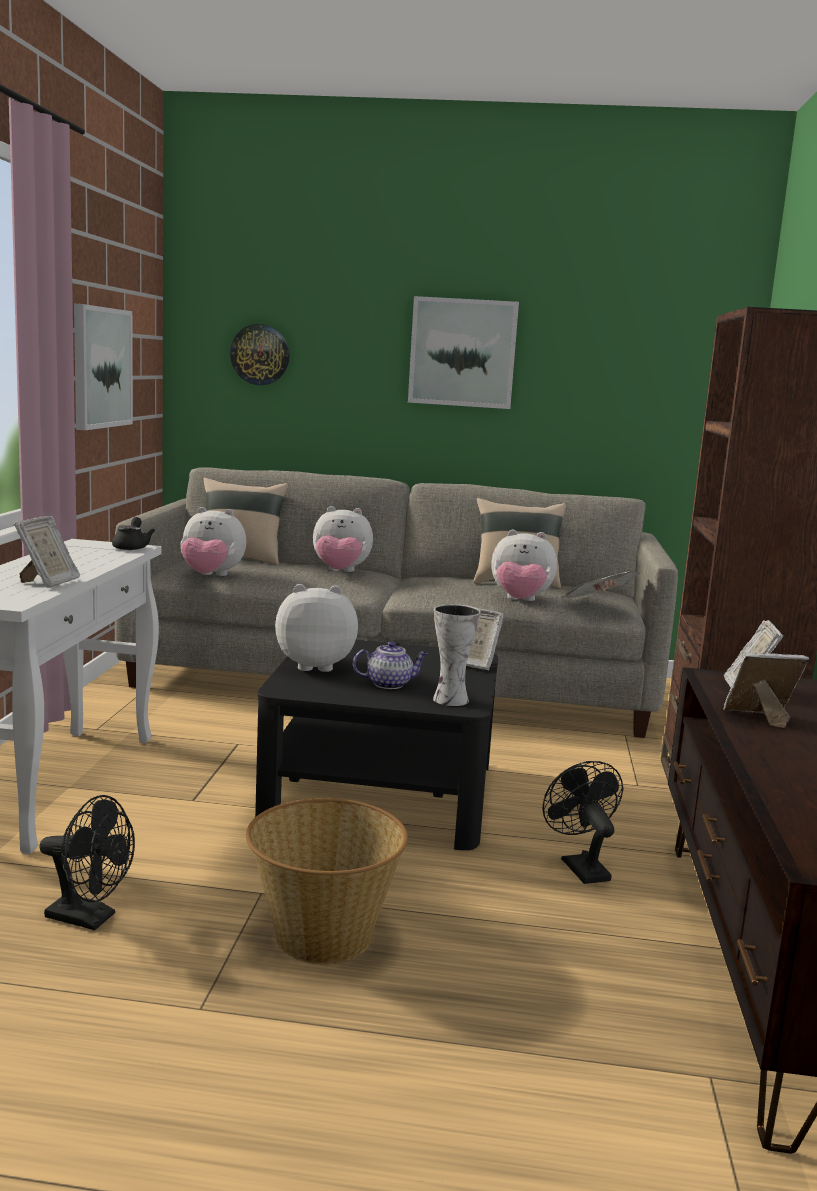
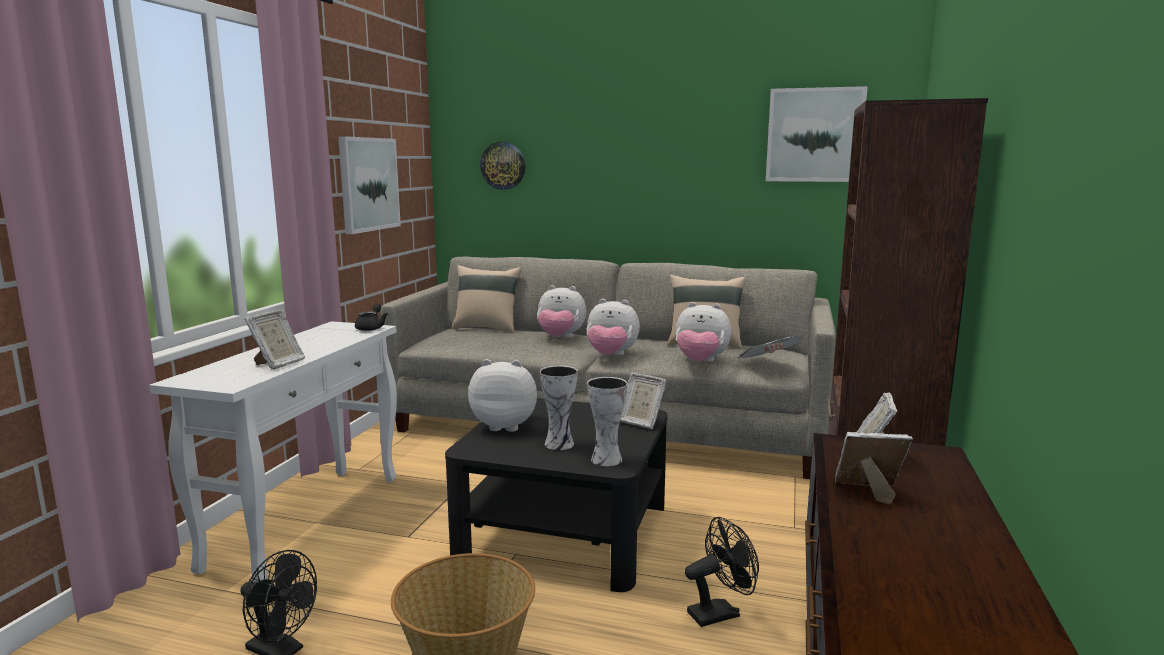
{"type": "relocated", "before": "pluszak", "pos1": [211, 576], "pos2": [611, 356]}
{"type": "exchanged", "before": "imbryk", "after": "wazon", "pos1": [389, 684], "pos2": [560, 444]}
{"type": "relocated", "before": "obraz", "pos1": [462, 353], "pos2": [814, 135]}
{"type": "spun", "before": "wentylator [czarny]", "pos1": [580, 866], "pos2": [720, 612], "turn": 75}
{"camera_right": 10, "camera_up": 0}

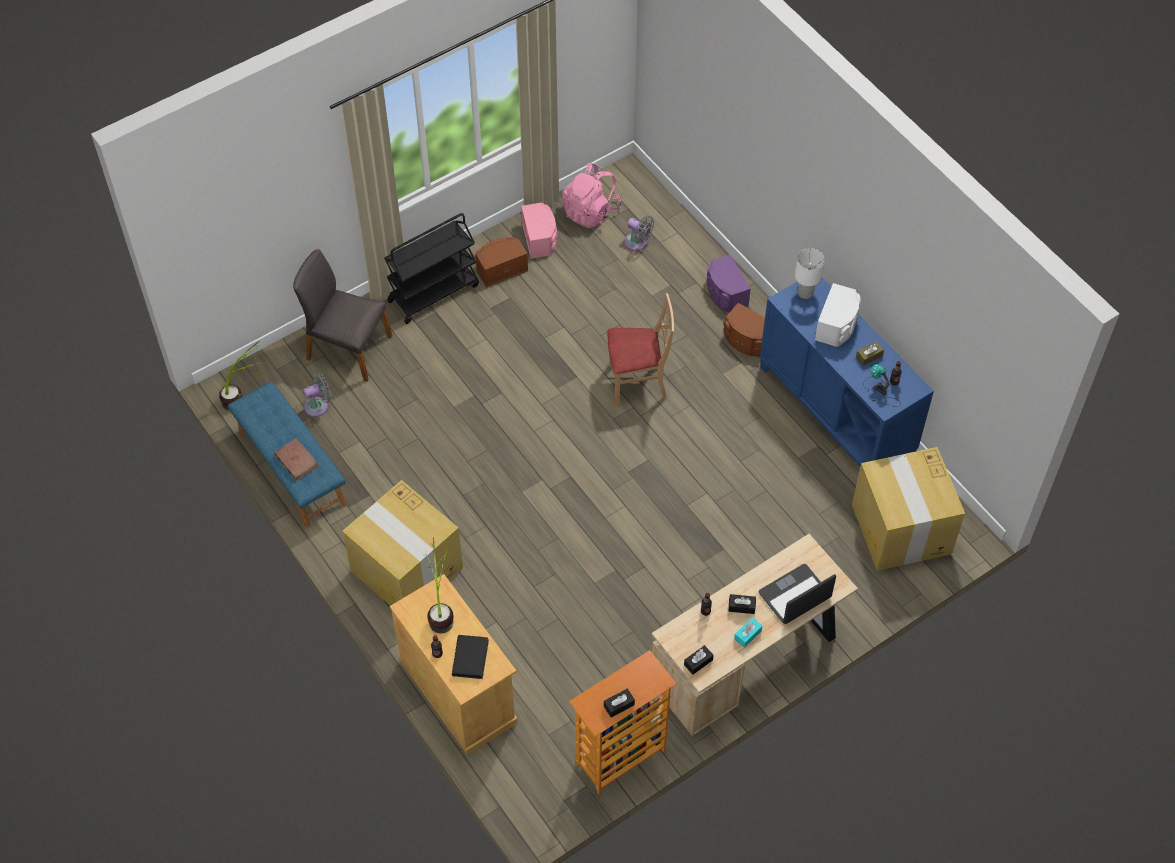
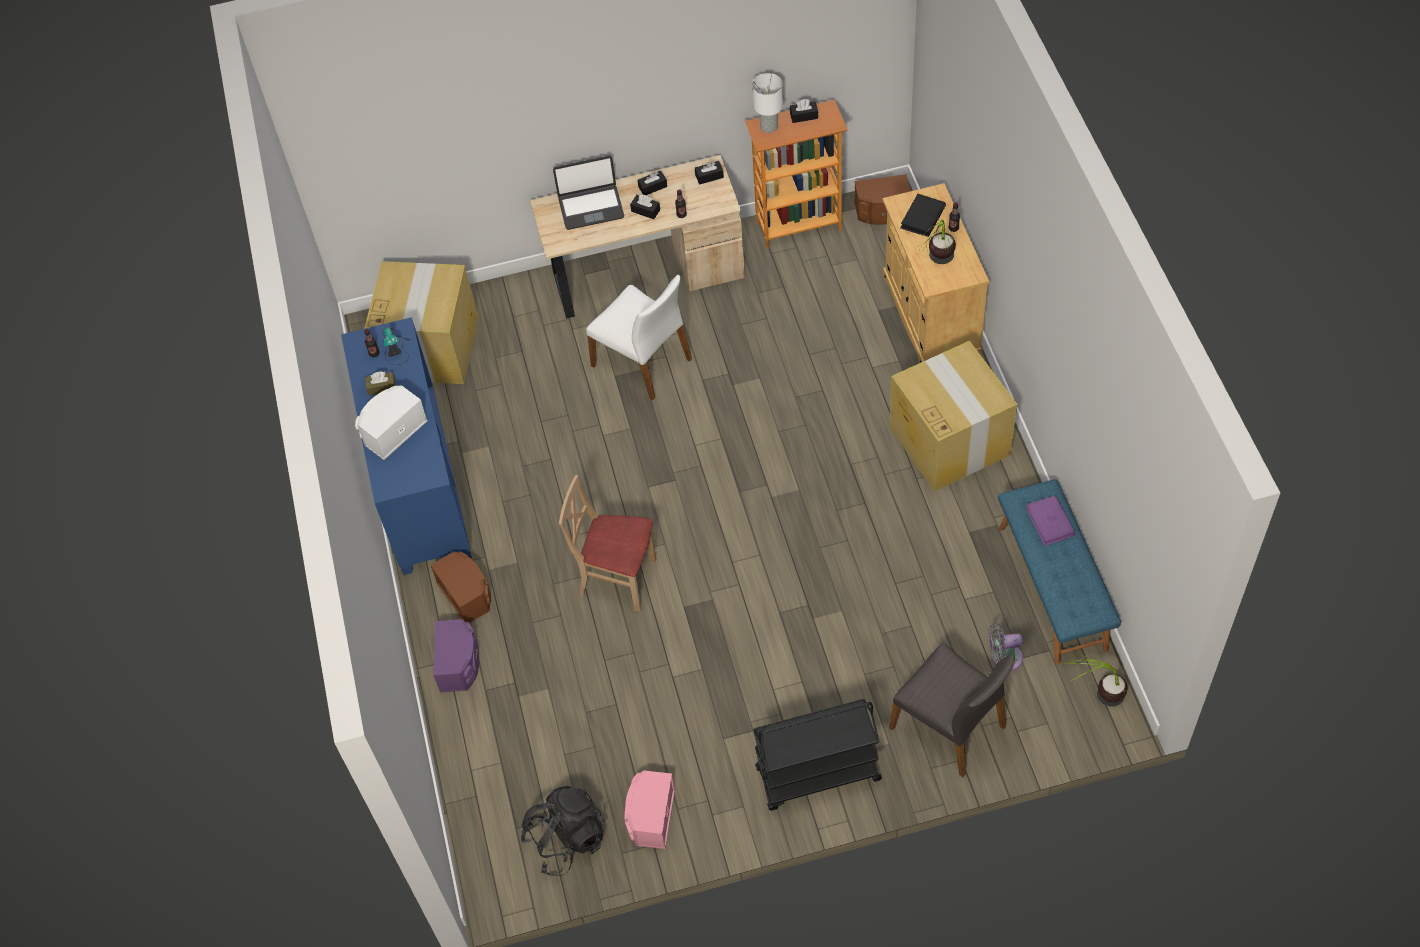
{"type": "colour", "before": "książka [brązowy]", "after": "książka [fioletowy]", "pos1": [296, 460], "pos2": [1050, 522]}
{"type": "relocated", "before": "głośnik [brązowy]", "pos1": [501, 269], "pos2": [882, 211]}
{"type": "colour", "before": "plecak [różowy]", "after": "plecak [czarny]", "pos1": [591, 211], "pos2": [566, 839]}
{"type": "missing", "before": "wentylator [szary]", "pos1": [637, 243]}
{"type": "colour", "before": "pudełko chusteczek [turkusowy]", "after": "pudełko chusteczek [czarny]", "pos1": [747, 635], "pos2": [652, 187]}
{"type": "relocated", "before": "lampa stołowa [biały]", "pos1": [805, 292], "pos2": [768, 127]}
{"type": "appeared", "after": "krzesło [biały]", "pos2": [643, 362]}
{"camera_right": -155, "camera_up": 0}

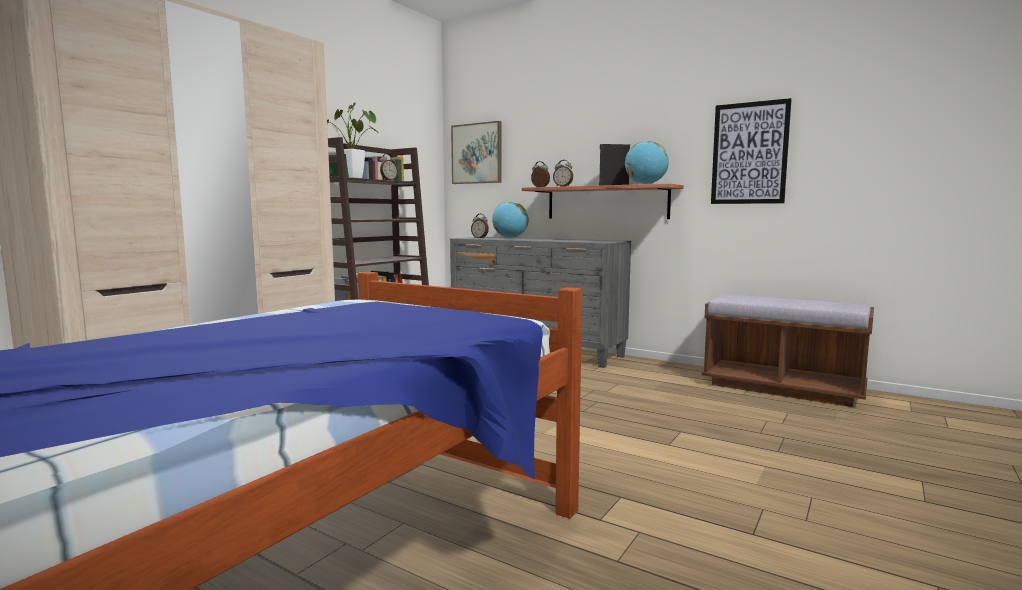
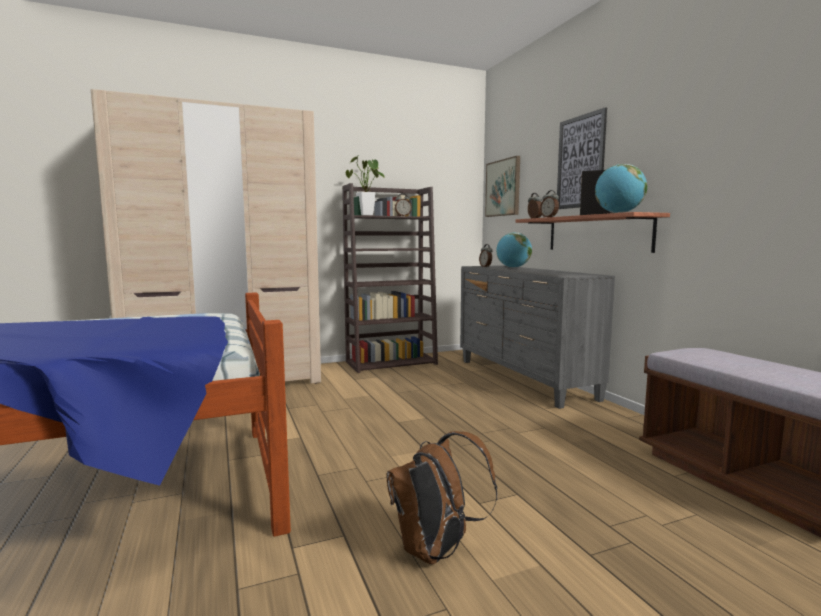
{"type": "relocated", "before": "obraz", "pos1": [749, 153], "pos2": [580, 162]}
{"type": "appeared", "after": "plecak [brązowy]", "pos2": [436, 551]}
{"camera_right": 35, "camera_up": 0}

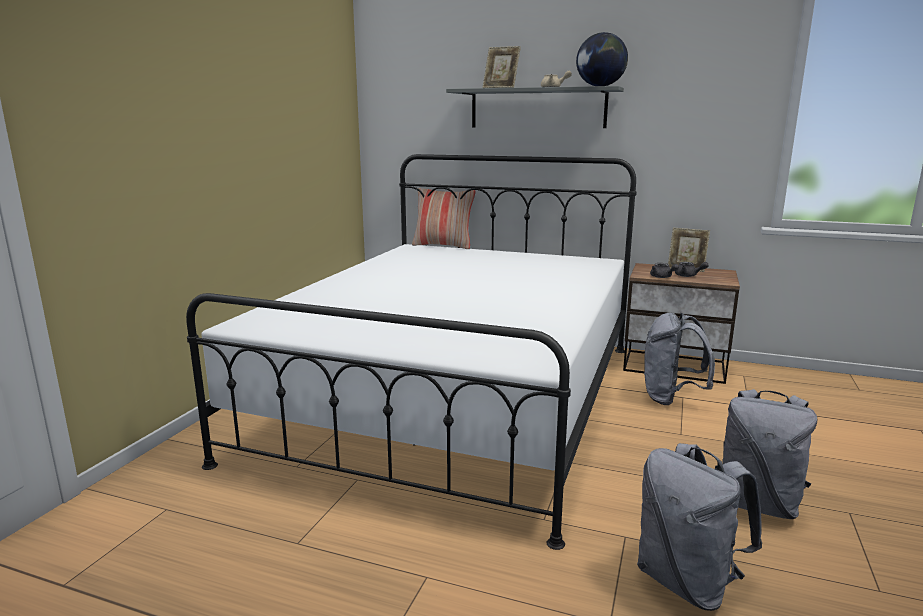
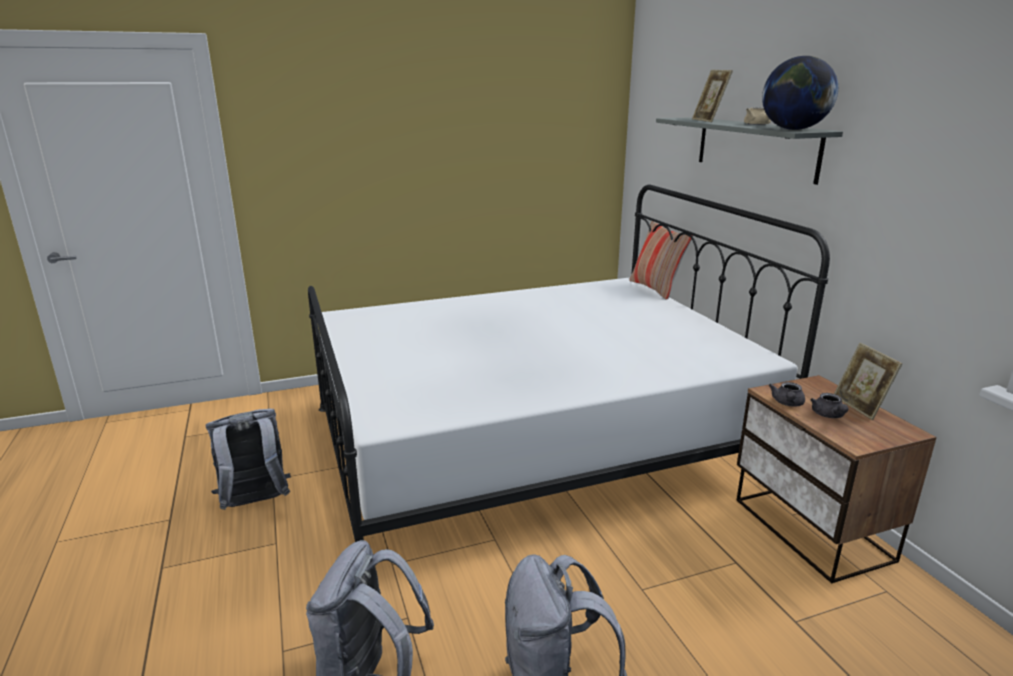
{"type": "relocated", "before": "plecak [szary]", "pos1": [671, 398], "pos2": [255, 504]}
{"camera_right": 50, "camera_up": 5}

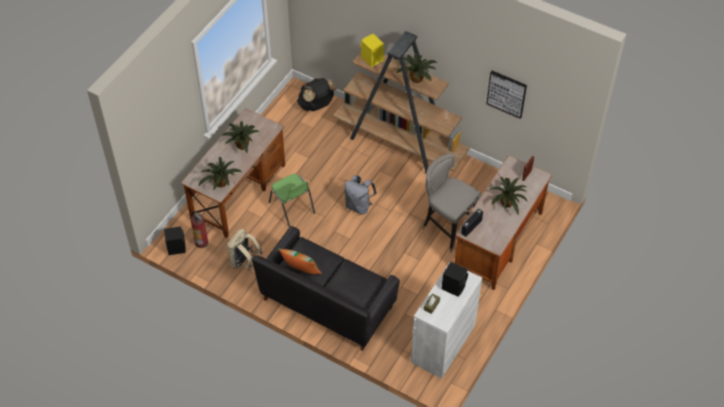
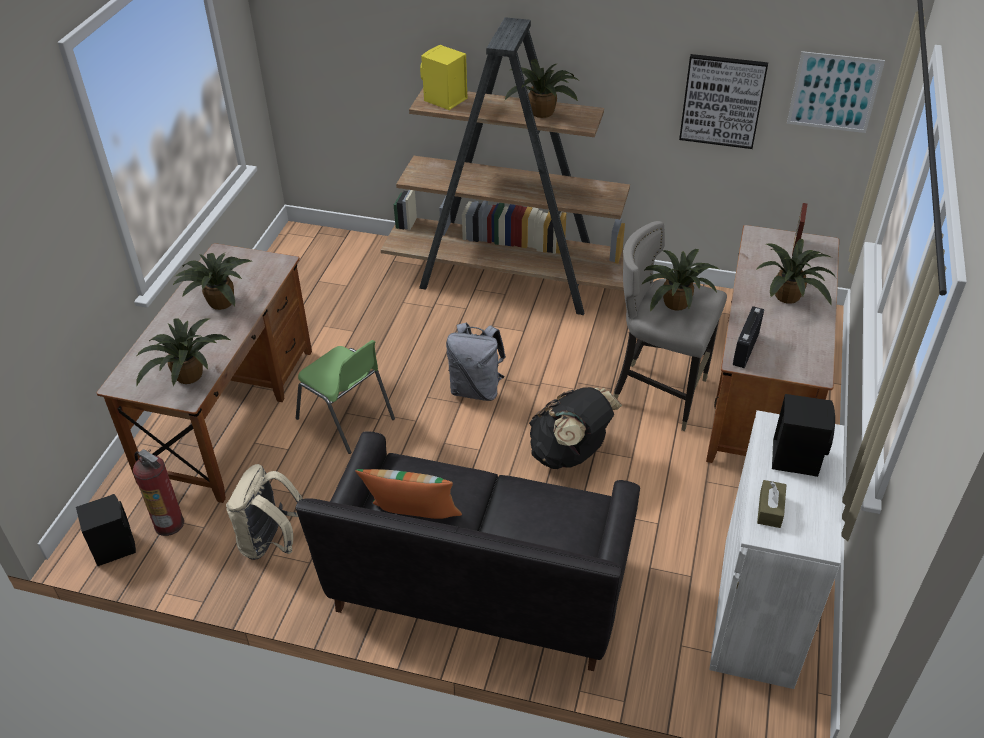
{"type": "relocated", "before": "plecak [czarny]", "pos1": [316, 105], "pos2": [570, 453]}
{"type": "appeared", "after": "roślina doniczkowa", "pos2": [676, 304]}
{"type": "appeared", "after": "obraz", "pos2": [834, 92]}
{"camera_right": -15, "camera_up": -10}

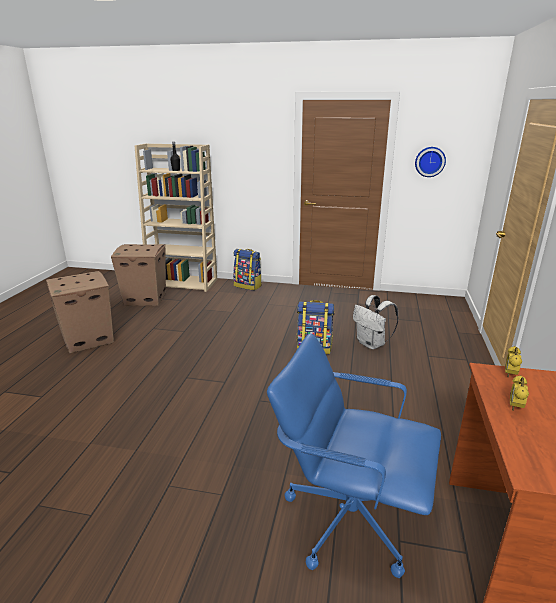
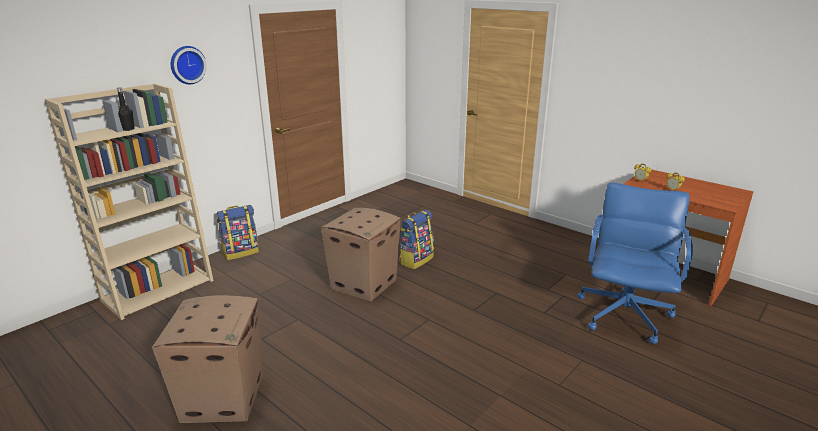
{"type": "relocated", "before": "karton", "pos1": [146, 298], "pos2": [364, 284]}
{"type": "spun", "before": "krzesło biurowe [niebieski]", "pos1": [348, 517], "pos2": [625, 314], "turn": 150}
{"type": "missing", "before": "plecak [biały]", "pos1": [372, 344]}
{"type": "relocated", "before": "zegar ścienny", "pos1": [430, 161], "pos2": [187, 64]}
{"camera_right": -60, "camera_up": 0}

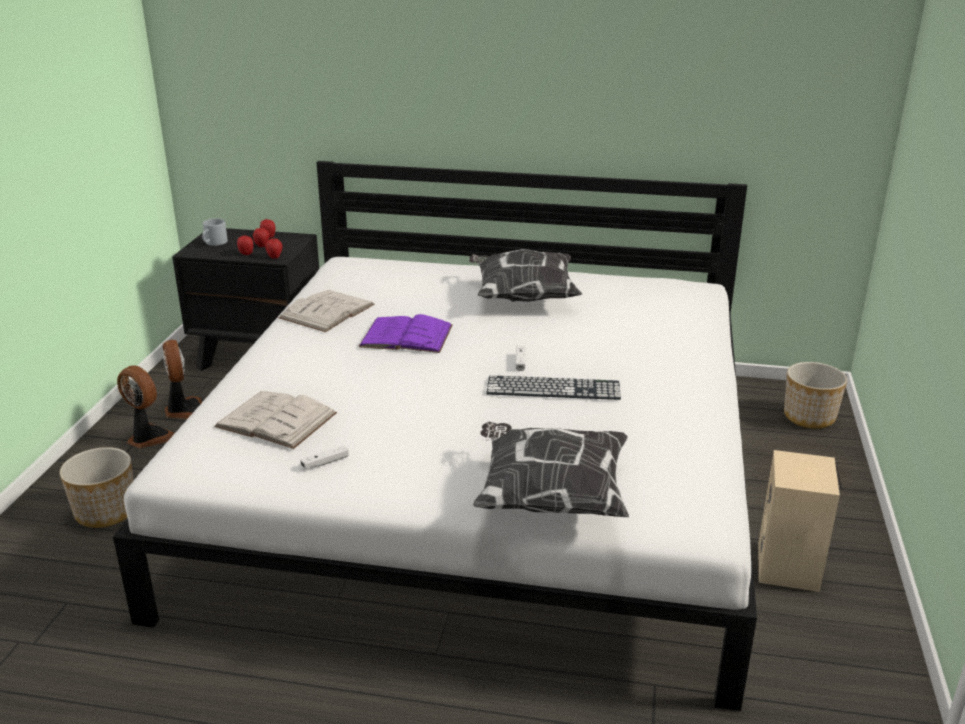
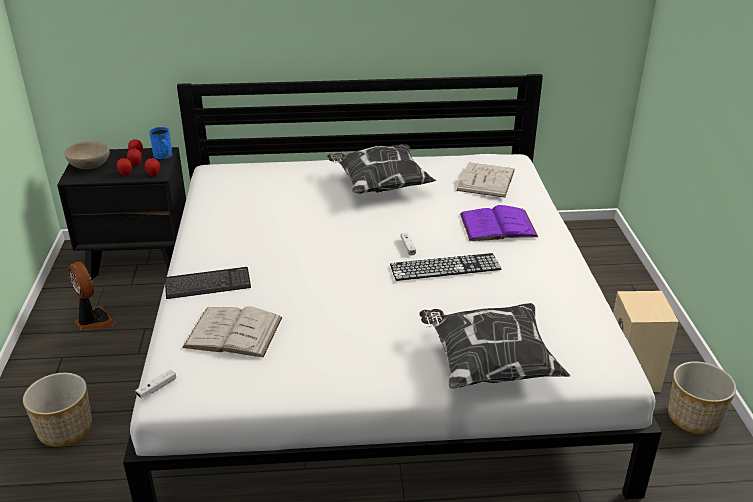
{"type": "missing", "before": "wentylator", "pos1": [148, 438]}
{"type": "exchanged", "before": "kubek [szary]", "after": "miska [beżowy]", "pos1": [214, 243], "pos2": [90, 166]}
{"type": "relocated", "before": "książka [biały]", "pos1": [327, 311], "pos2": [486, 180]}
{"type": "relocated", "before": "pad do gier [biały]", "pos1": [325, 462], "pos2": [157, 388]}
{"type": "relocated", "before": "książka [fioletowy]", "pos1": [406, 336], "pos2": [498, 225]}
{"type": "relocated", "before": "donica", "pos1": [809, 417], "pos2": [693, 417]}
{"type": "appeared", "after": "kubek [niebieski]", "pos2": [164, 155]}
{"type": "appeared", "after": "klawiatura", "pos2": [208, 285]}
{"camera_right": -15, "camera_up": 5}

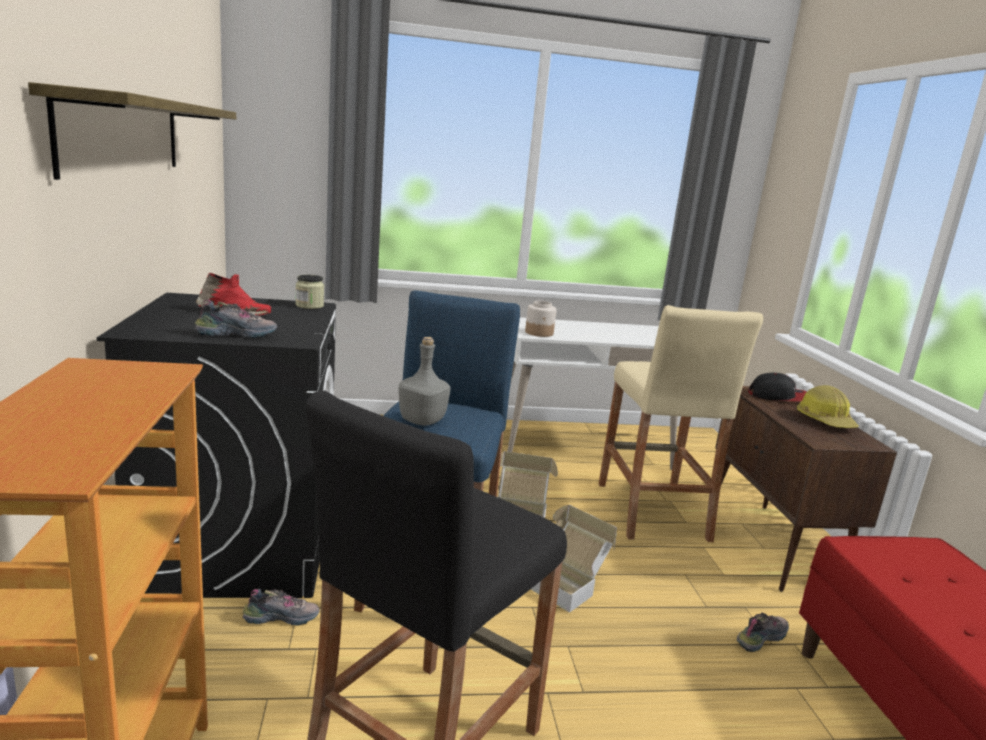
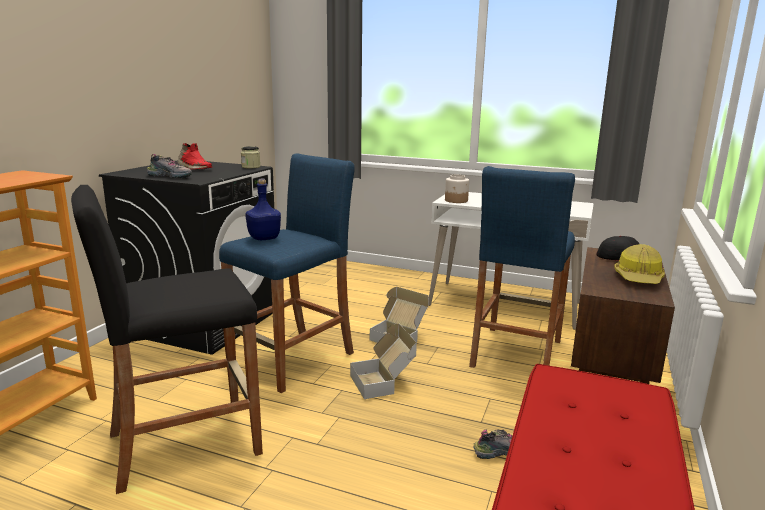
{"type": "missing", "before": "półka", "pos1": [124, 135]}
{"type": "missing", "before": "but", "pos1": [282, 617]}
{"type": "colour", "before": "butelka [szary]", "after": "butelka [niebieski]", "pos1": [423, 421], "pos2": [264, 238]}
{"type": "colour", "before": "stołek [beżowy]", "after": "stołek [niebieski]", "pos1": [651, 511], "pos2": [516, 353]}
{"camera_right": 30, "camera_up": 0}

